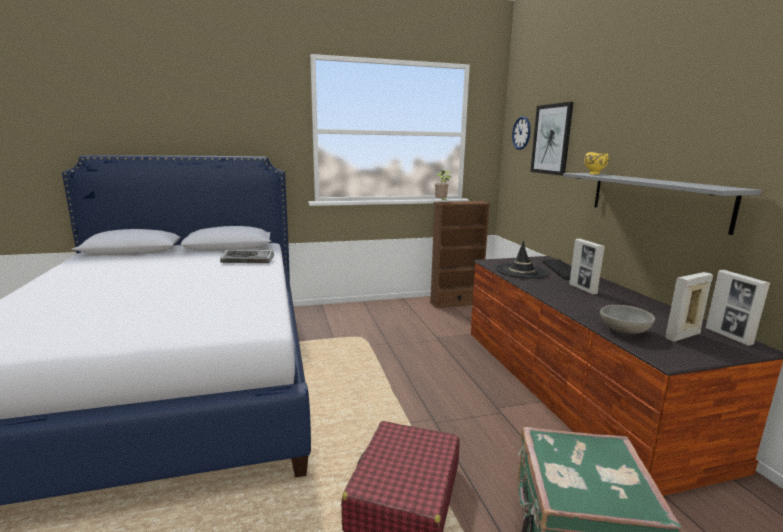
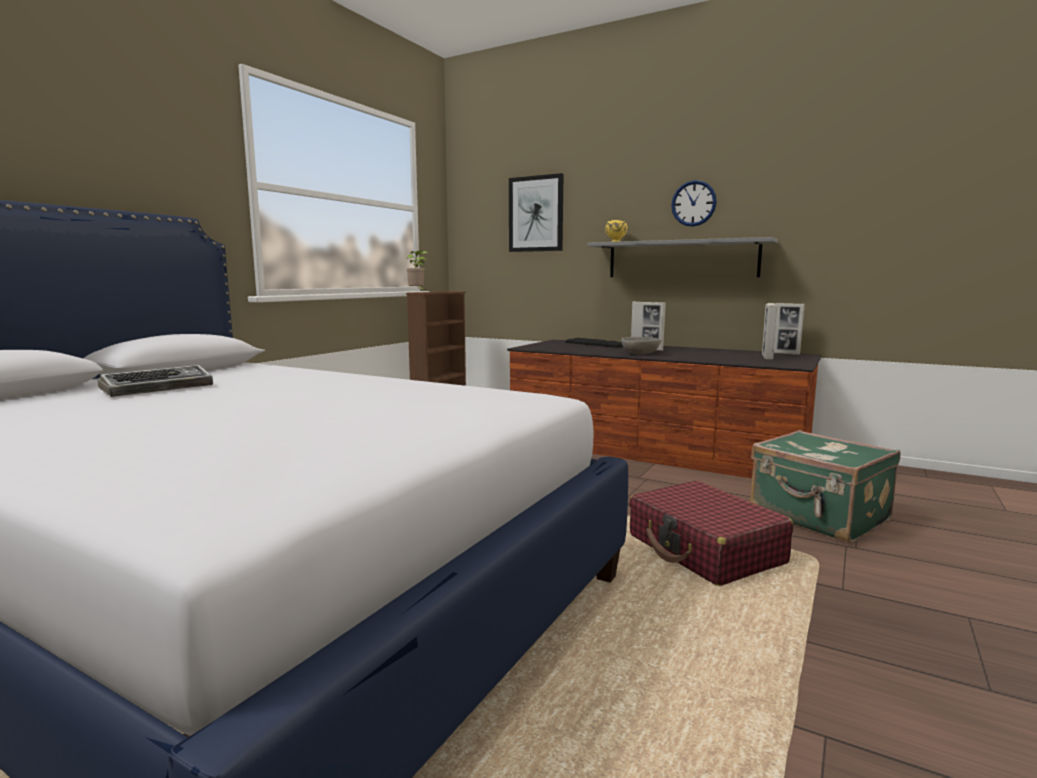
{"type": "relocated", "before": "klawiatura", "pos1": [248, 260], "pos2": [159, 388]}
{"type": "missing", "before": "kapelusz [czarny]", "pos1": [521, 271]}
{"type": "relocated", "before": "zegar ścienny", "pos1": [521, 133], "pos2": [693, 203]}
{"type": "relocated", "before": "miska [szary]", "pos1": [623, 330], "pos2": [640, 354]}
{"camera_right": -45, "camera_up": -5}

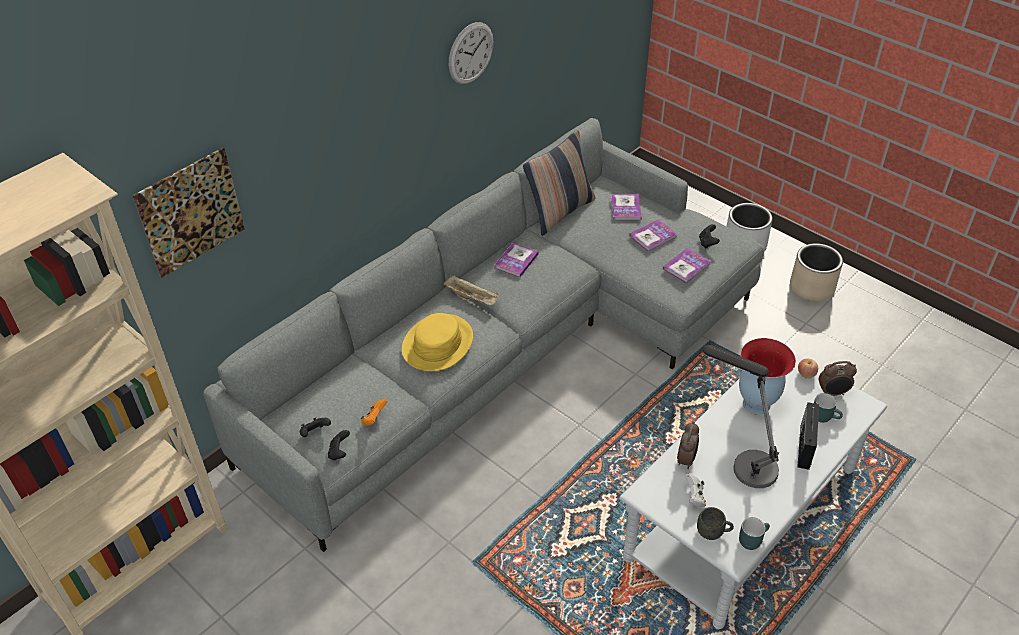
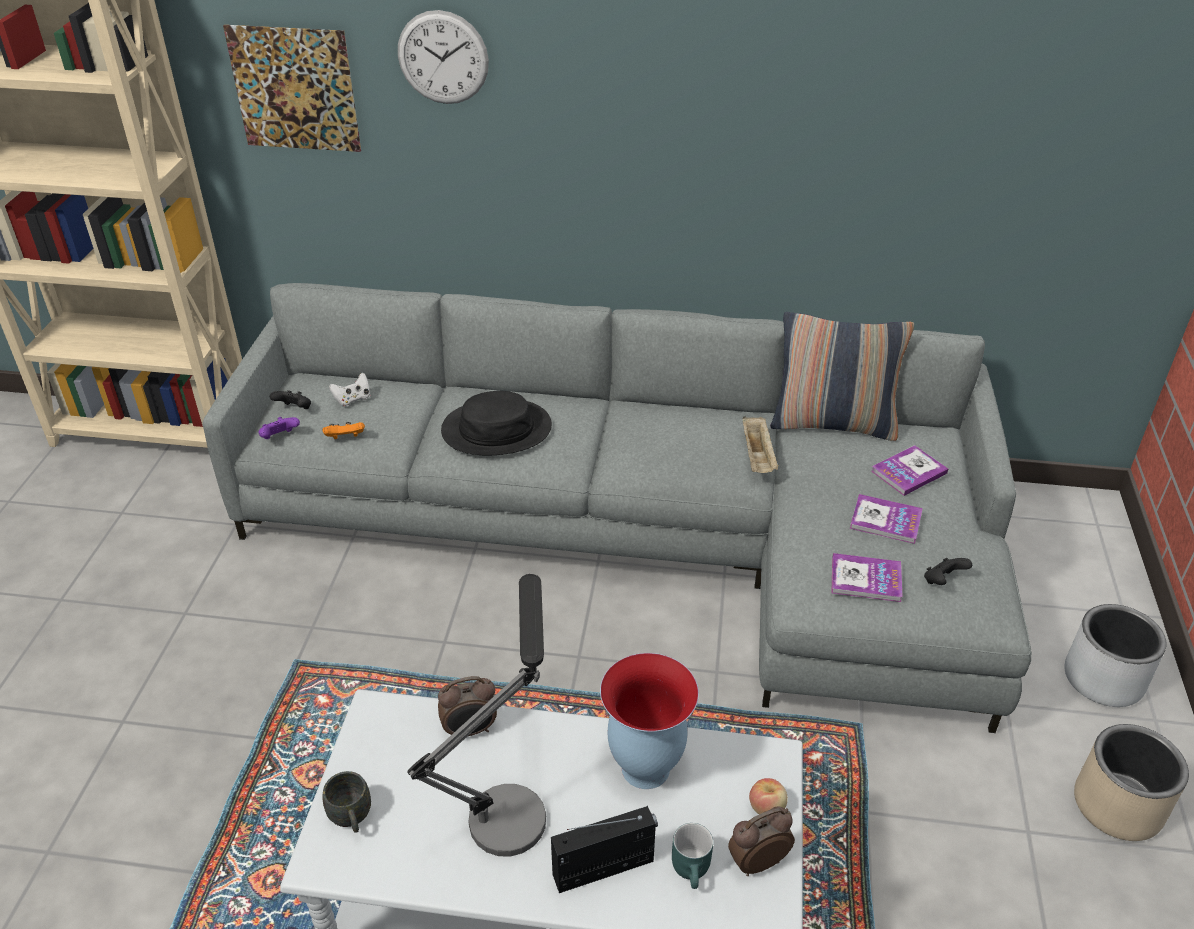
{"type": "colour", "before": "pad do gier [czarny]", "after": "pad do gier [fioletowy]", "pos1": [339, 452], "pos2": [280, 438]}
{"type": "colour", "before": "kapelusz [żółty]", "after": "kapelusz [czarny]", "pos1": [437, 343], "pos2": [496, 429]}
{"type": "relocated", "before": "taca [beżowy]", "pos1": [472, 298], "pos2": [758, 457]}
{"type": "relocated", "before": "zegar ścienny", "pos1": [471, 53], "pos2": [443, 58]}
{"type": "missing", "before": "książka", "pos1": [516, 261]}
{"type": "relocated", "before": "pad do gier [biały]", "pos1": [694, 497], "pos2": [353, 399]}
{"type": "missing", "before": "kubek [turkusowy]", "pos1": [751, 538]}
{"type": "spun", "before": "budzik", "pos1": [832, 393], "pos2": [756, 861], "turn": 105}
{"camera_right": 55, "camera_up": -5}

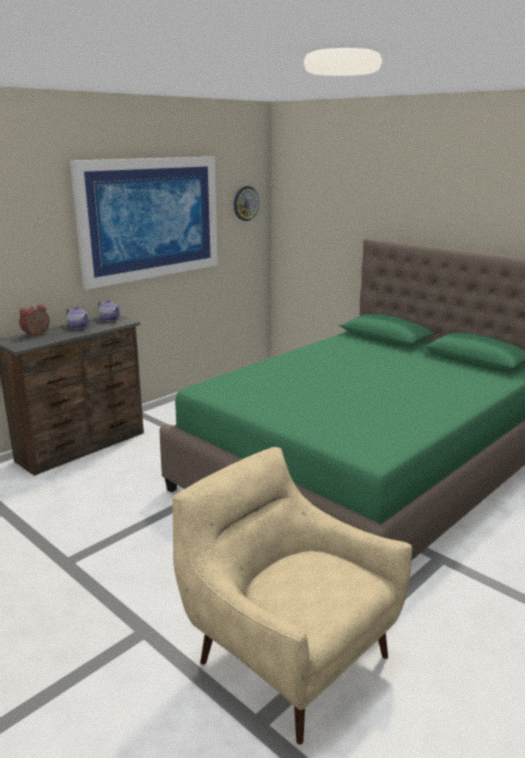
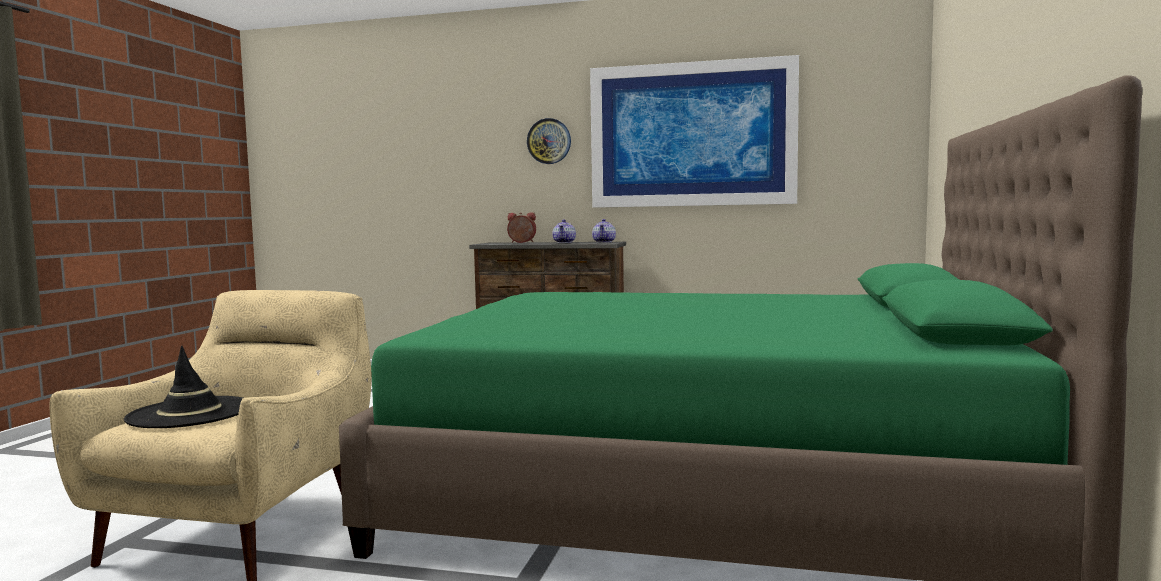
{"type": "relocated", "before": "zegar ścienny", "pos1": [245, 203], "pos2": [549, 141]}
{"type": "appeared", "after": "kapelusz [czarny]", "pos2": [190, 413]}
{"camera_right": 60, "camera_up": -15}

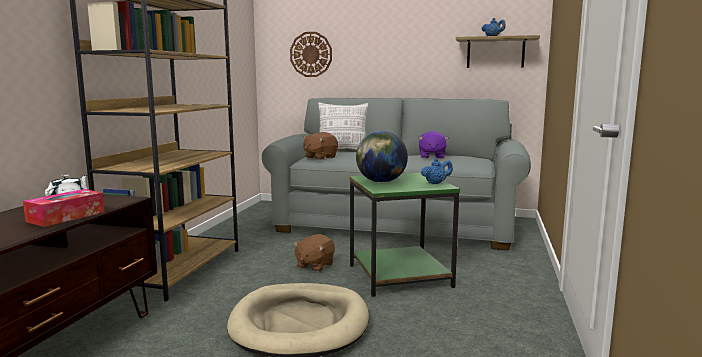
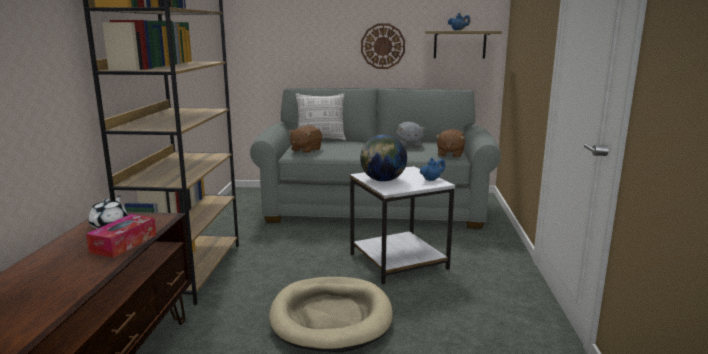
{"type": "relocated", "before": "zegar ścienny", "pos1": [311, 54], "pos2": [383, 46]}
{"type": "relocated", "before": "pluszak [brązowy]", "pos1": [314, 265], "pos2": [450, 154]}
{"type": "colour", "before": "stolik [zielony]", "after": "stolik [biały]", "pos1": [400, 275], "pos2": [398, 260]}
{"type": "colour", "before": "pluszak [fioletowy]", "after": "pluszak [szary]", "pos1": [431, 157], "pos2": [408, 145]}
{"camera_right": -10, "camera_up": 5}

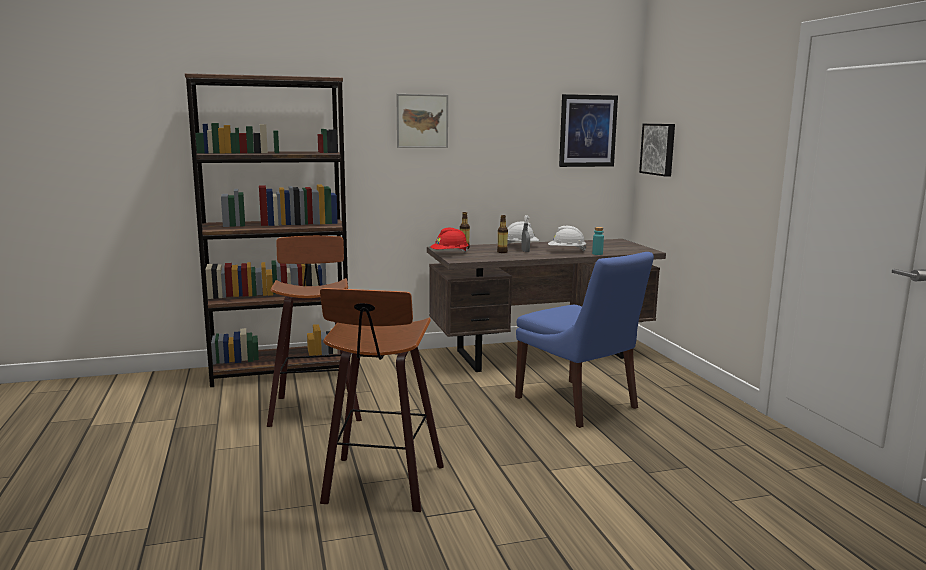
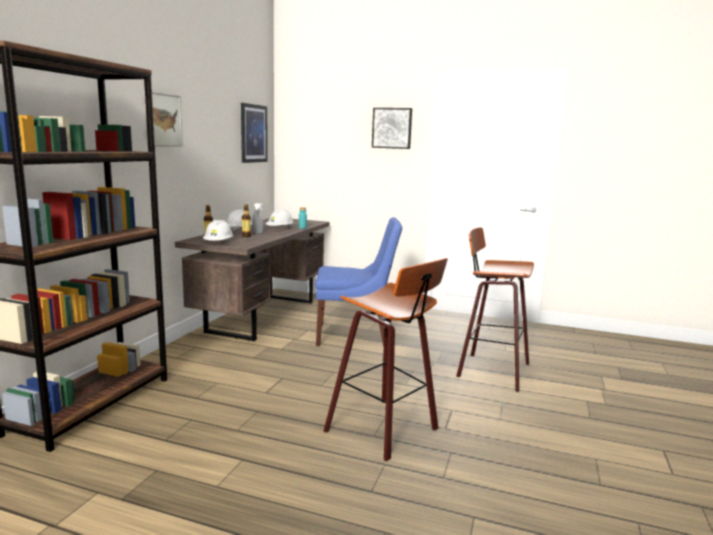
{"type": "relocated", "before": "stołek", "pos1": [315, 407], "pos2": [490, 370]}
{"type": "colour", "before": "kask [czerwony]", "after": "kask [biały]", "pos1": [449, 254], "pos2": [218, 243]}
{"type": "relocated", "before": "obraz", "pos1": [659, 149], "pos2": [392, 128]}
{"camera_right": -55, "camera_up": 0}

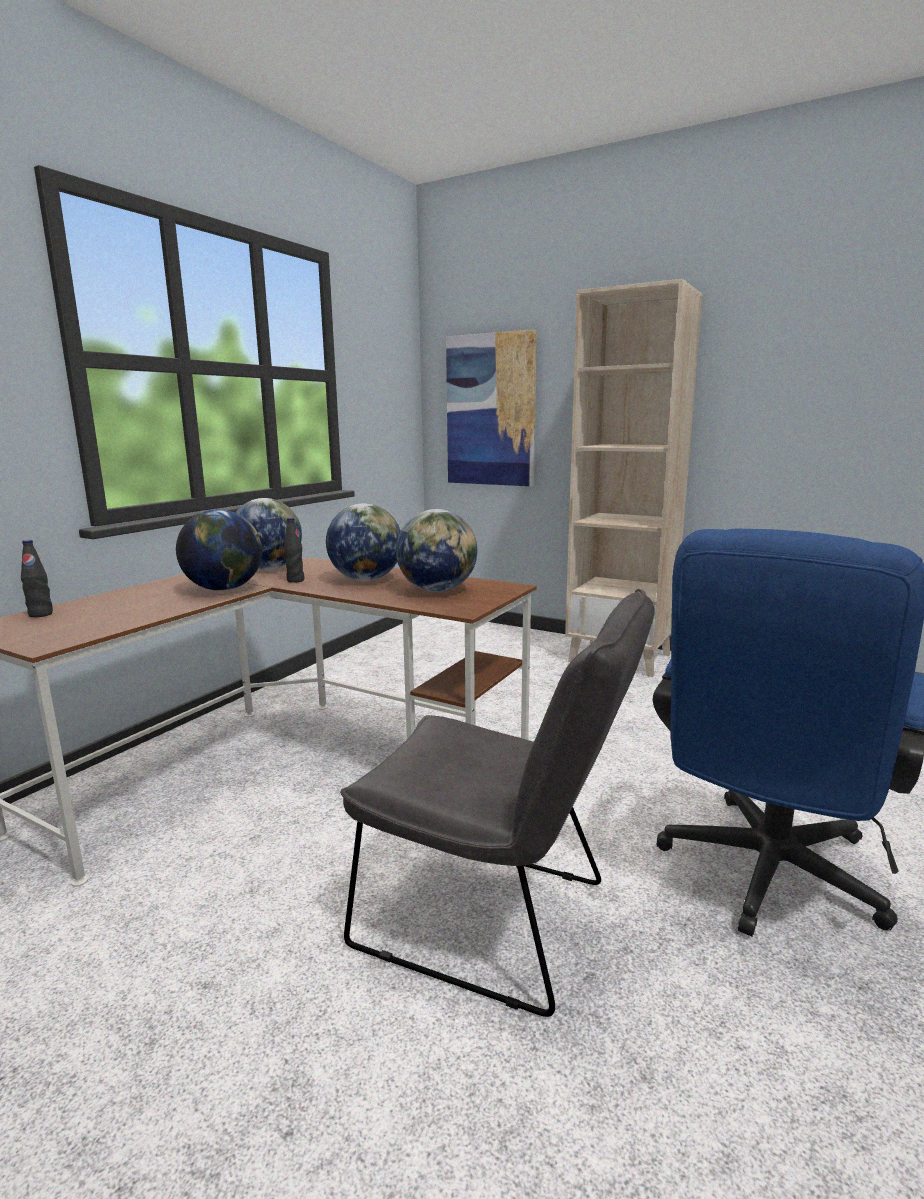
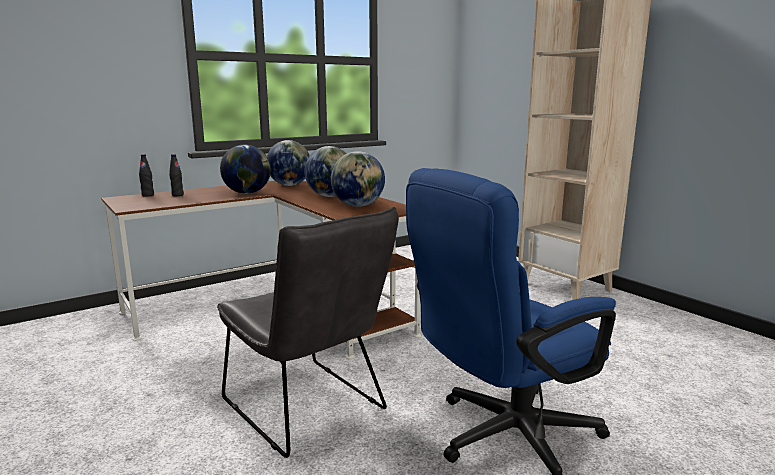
{"type": "relocated", "before": "butelka [czarny]", "pos1": [295, 580], "pos2": [177, 195]}
{"type": "missing", "before": "obraz", "pos1": [491, 410]}
{"camera_right": 25, "camera_up": 0}

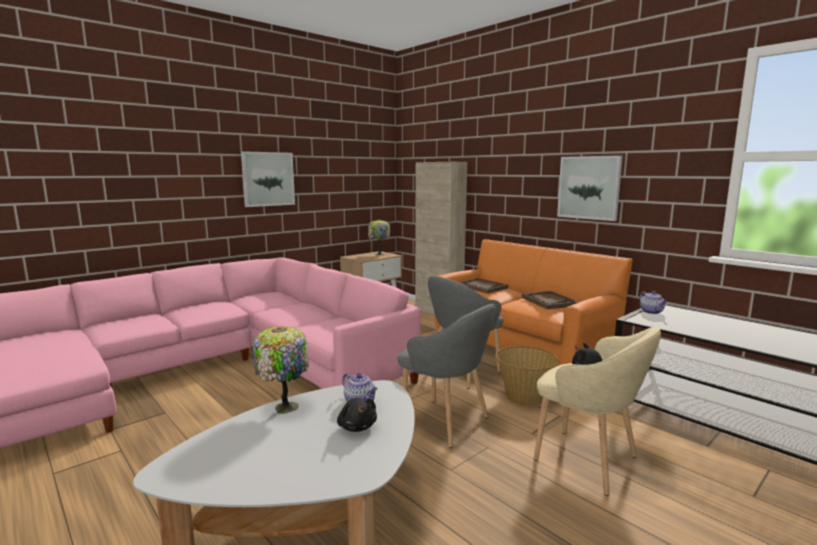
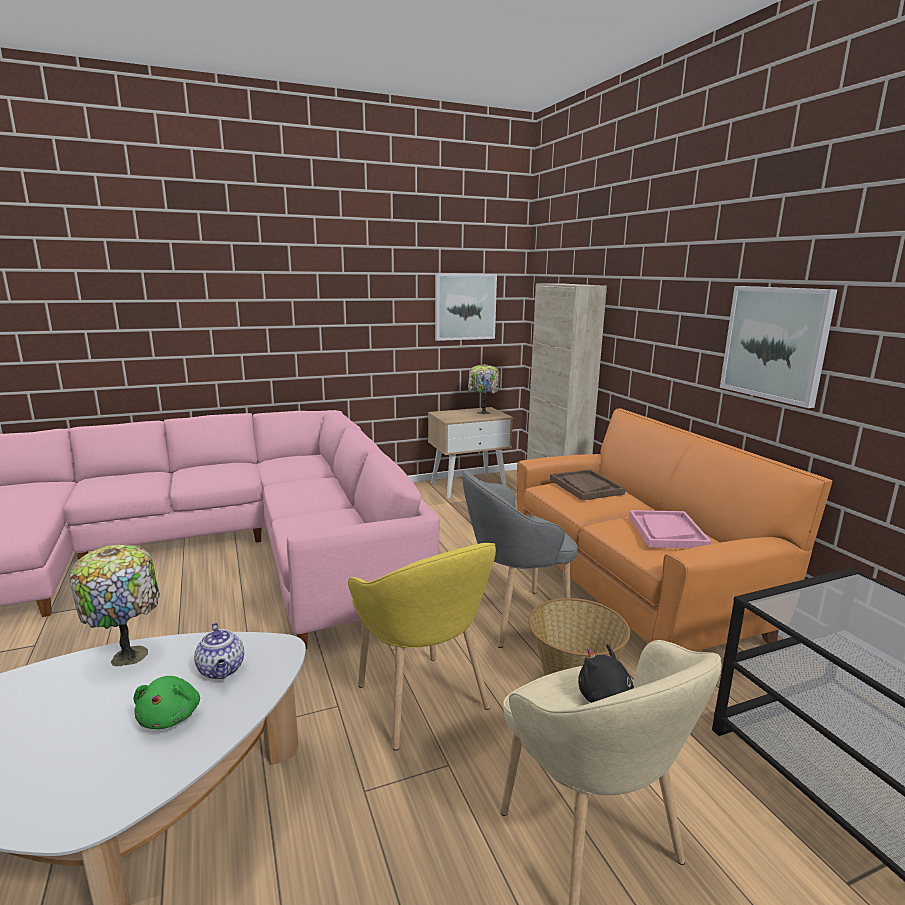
{"type": "relocated", "before": "obraz", "pos1": [268, 179], "pos2": [465, 306]}
{"type": "colour", "before": "pluszak [czarny]", "after": "pluszak [zielony]", "pos1": [357, 427], "pos2": [171, 716]}
{"type": "colour", "before": "fotel [szary]", "after": "fotel [żółty]", "pos1": [445, 422], "pos2": [422, 701]}
{"type": "colour", "before": "taca [brązowy]", "after": "taca [różowy]", "pos1": [548, 301], "pos2": [667, 531]}
{"type": "missing", "before": "imbryk", "pos1": [652, 312]}
{"camera_right": 20, "camera_up": 5}

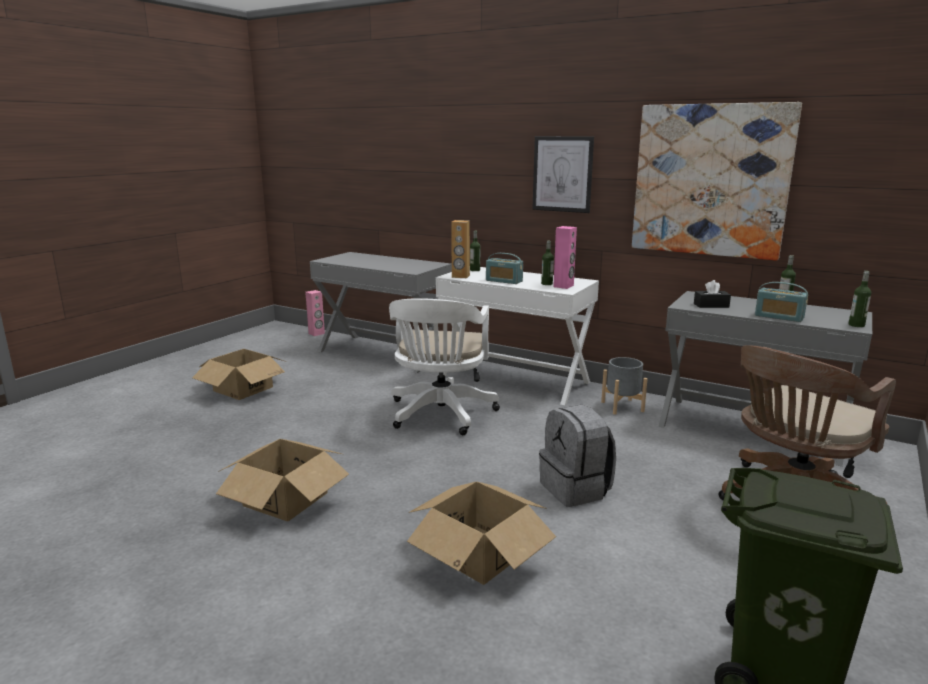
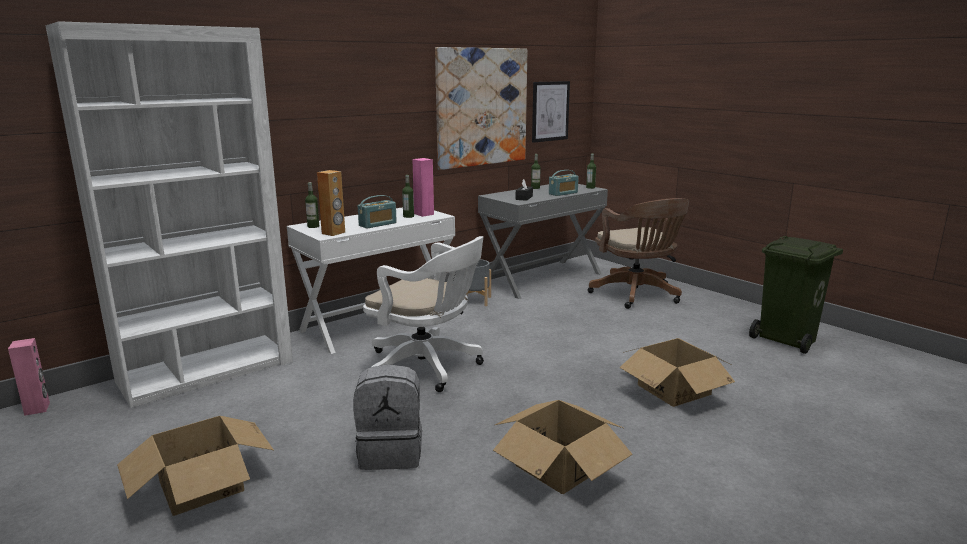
{"type": "exchanged", "before": "biurko [szary]", "after": "regał [biały]", "pos1": [384, 353], "pos2": [207, 371]}
{"type": "relocated", "before": "obraz", "pos1": [562, 174], "pos2": [550, 111]}
{"type": "relocated", "before": "plecak [szary]", "pos1": [576, 489], "pos2": [391, 452]}
{"camera_right": -70, "camera_up": 0}

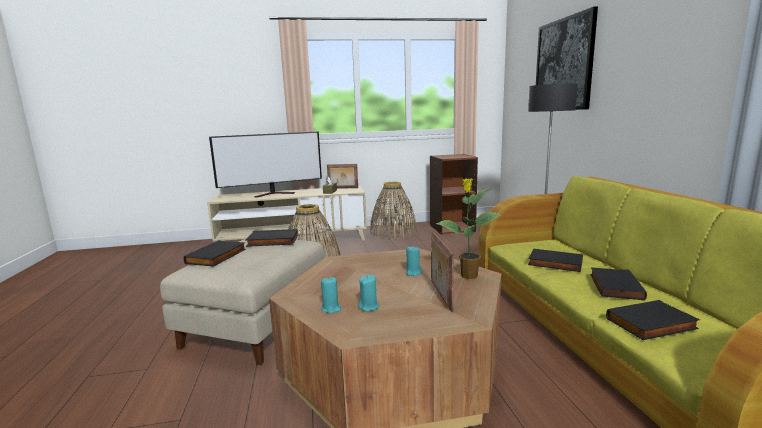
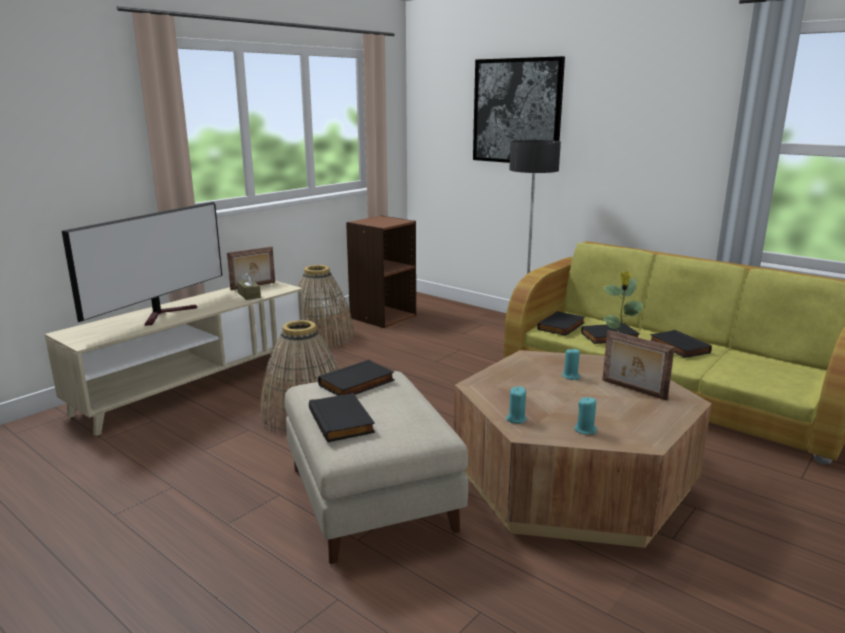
{"type": "relocated", "before": "świeca [turkusowy]", "pos1": [369, 307], "pos2": [516, 419]}
{"type": "relocated", "before": "książka [czarny]", "pos1": [651, 324], "pos2": [562, 327]}
{"camera_right": -40, "camera_up": 5}

